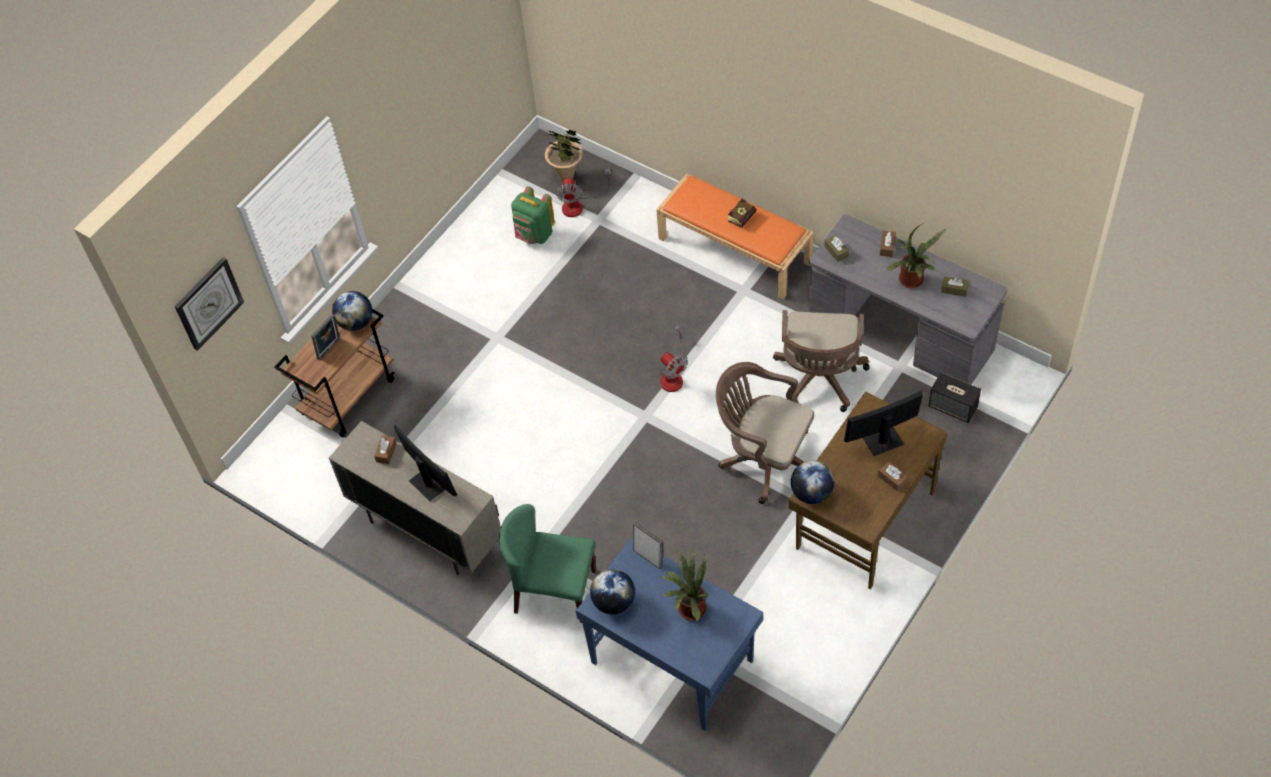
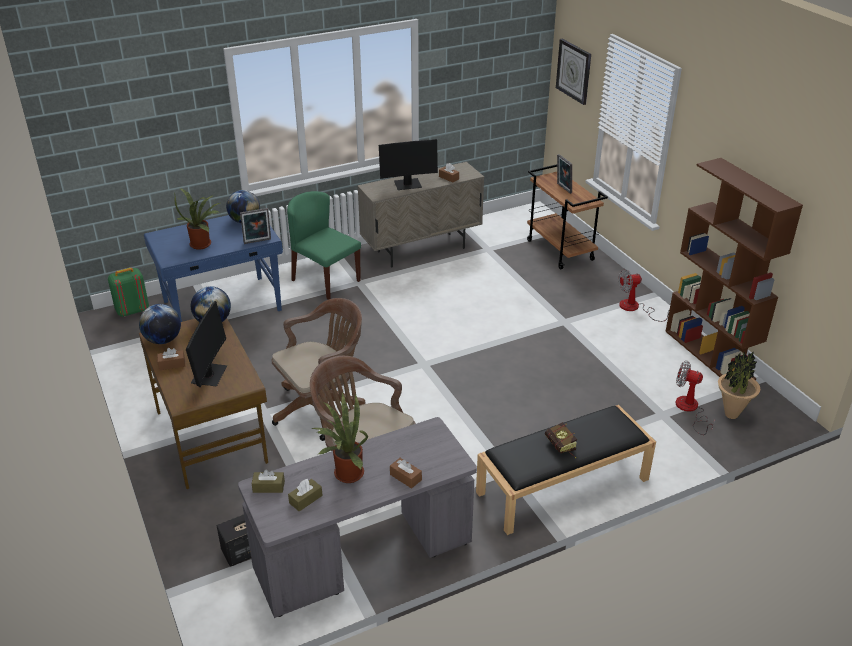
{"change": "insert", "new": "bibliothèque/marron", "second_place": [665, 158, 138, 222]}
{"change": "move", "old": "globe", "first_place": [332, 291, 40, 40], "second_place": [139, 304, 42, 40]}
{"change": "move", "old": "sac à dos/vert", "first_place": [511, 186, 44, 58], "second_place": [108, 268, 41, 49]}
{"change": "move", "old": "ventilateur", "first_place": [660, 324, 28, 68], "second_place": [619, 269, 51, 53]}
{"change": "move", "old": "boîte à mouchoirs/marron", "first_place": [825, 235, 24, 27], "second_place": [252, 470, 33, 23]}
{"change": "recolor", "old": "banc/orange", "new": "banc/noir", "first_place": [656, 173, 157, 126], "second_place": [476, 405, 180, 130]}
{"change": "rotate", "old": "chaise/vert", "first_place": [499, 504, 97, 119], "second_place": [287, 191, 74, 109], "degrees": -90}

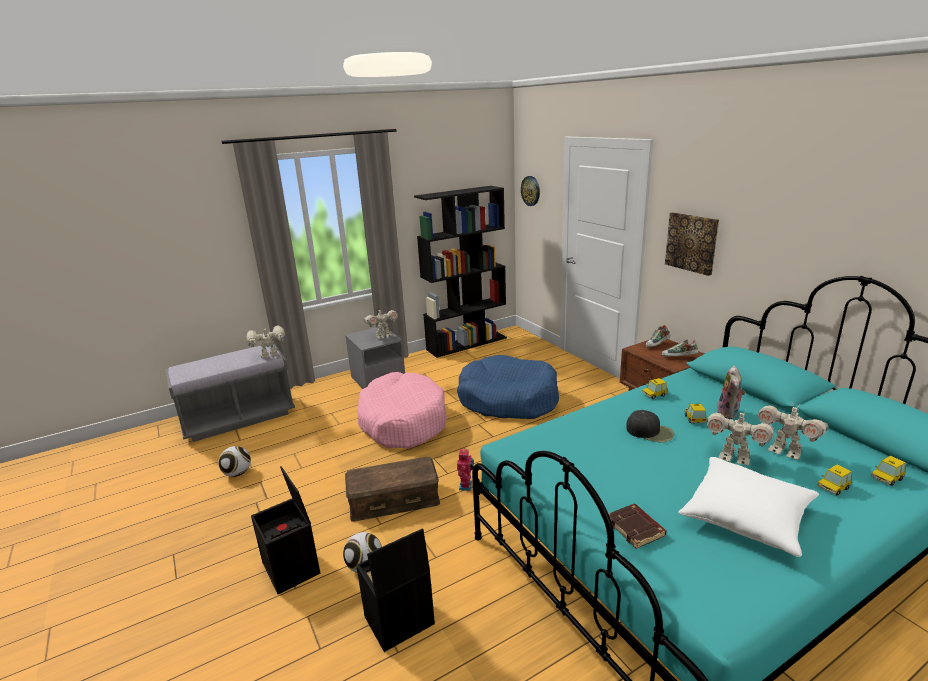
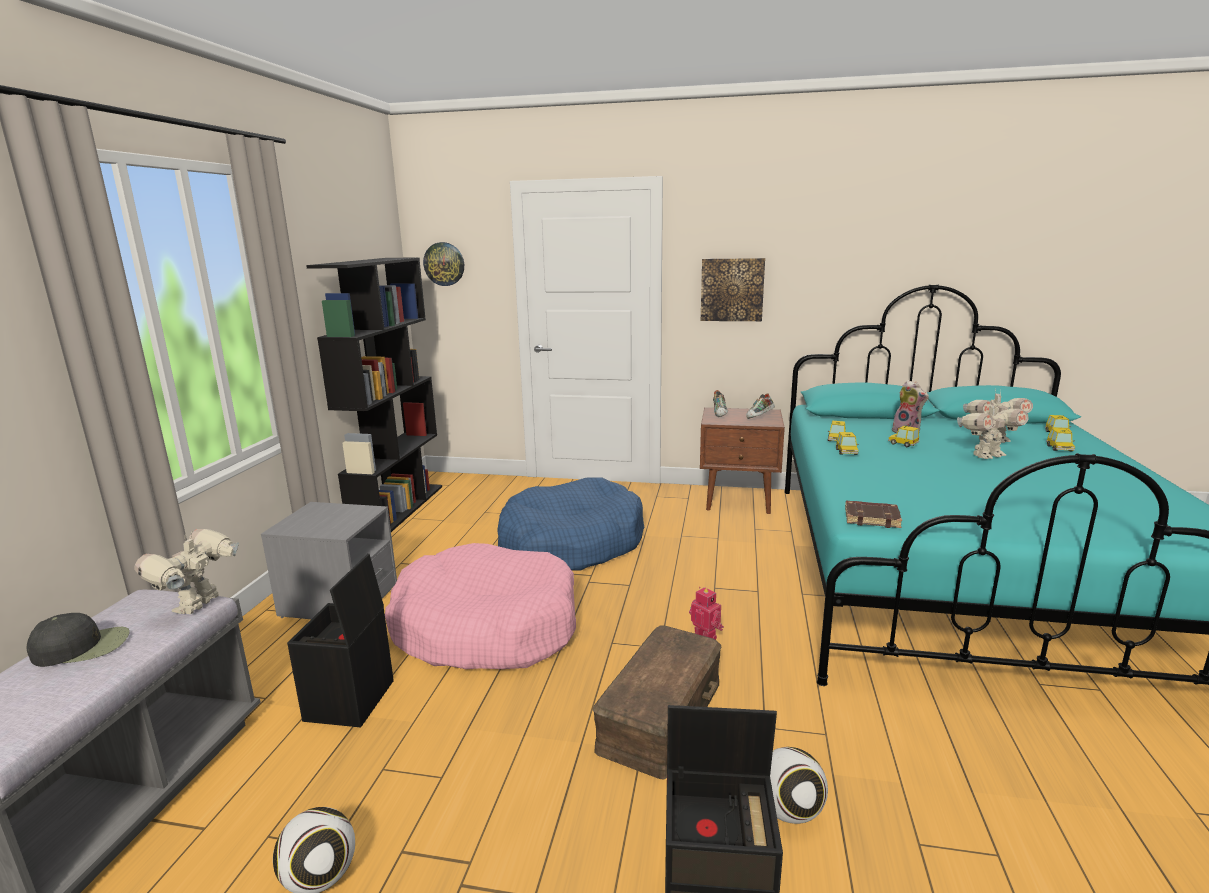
{"change": "delete", "old": "robot jouet", "first_place": [364, 310, 34, 29]}
{"change": "delete", "old": "coussin/blanc", "first_place": [678, 457, 141, 100]}
{"change": "insert", "new": "petite voiture", "second_place": [836, 432, 23, 23]}
{"change": "move", "old": "boîte de rangement/noir", "first_place": [356, 528, 79, 124], "second_place": [287, 554, 107, 173]}
{"change": "move", "old": "livre/marron", "first_place": [608, 504, 59, 45], "second_place": [845, 501, 57, 27]}
{"change": "move", "old": "casquette/noir", "first_place": [626, 410, 48, 33], "second_place": [26, 613, 104, 54]}

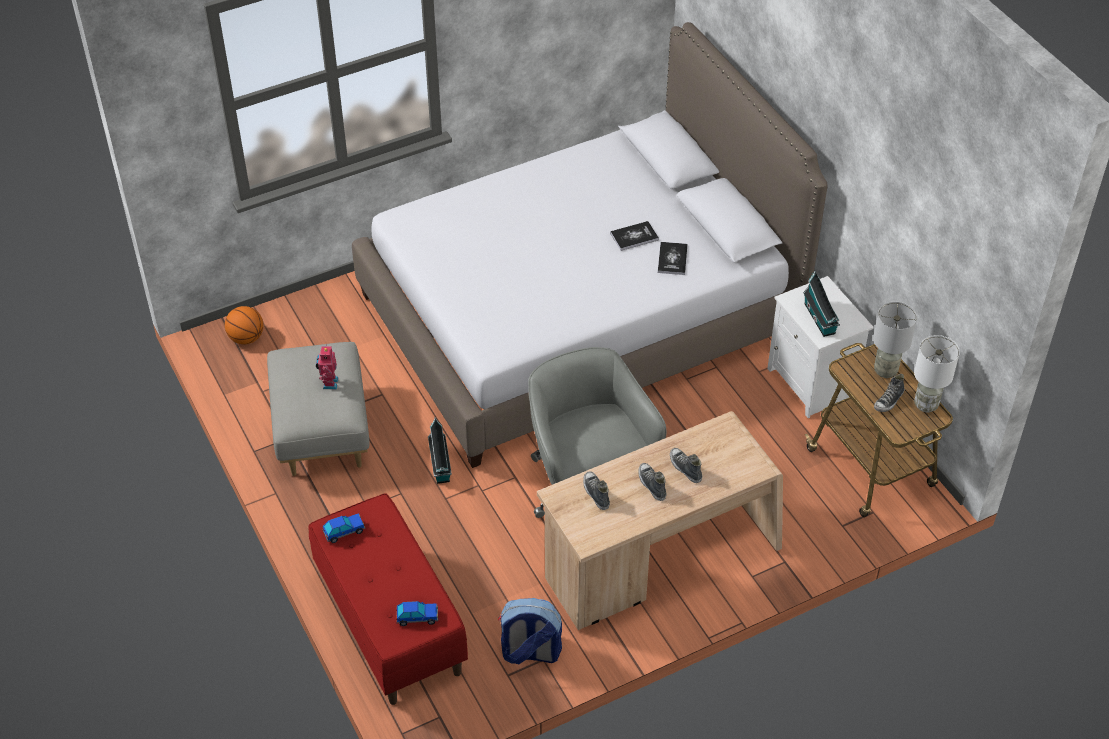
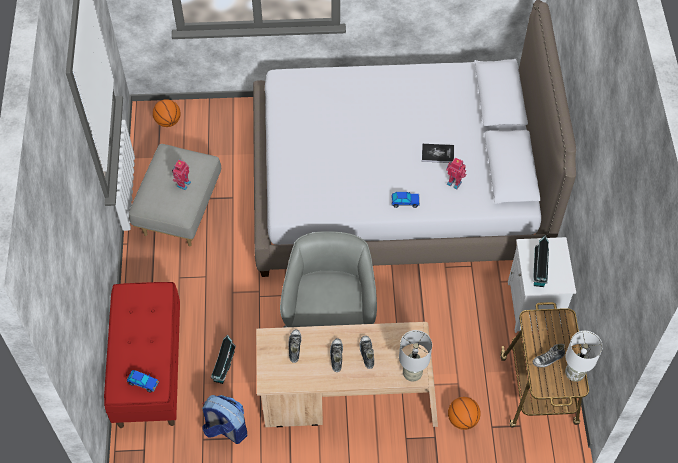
{"change": "insert", "new": "ballon de basket", "second_place": [448, 397, 33, 33]}
{"change": "move", "old": "petite voiture", "first_place": [322, 514, 43, 29], "second_place": [391, 192, 29, 16]}
{"change": "move", "old": "maison miniature", "first_place": [428, 417, 24, 67], "second_place": [211, 334, 25, 50]}
{"change": "move", "old": "lampe de table/gris", "first_place": [873, 302, 44, 76], "second_place": [399, 330, 33, 52]}
{"change": "replace", "old": "livre", "new": "robot jouet", "first_place": [658, 242, 29, 33], "second_place": [446, 157, 20, 32]}

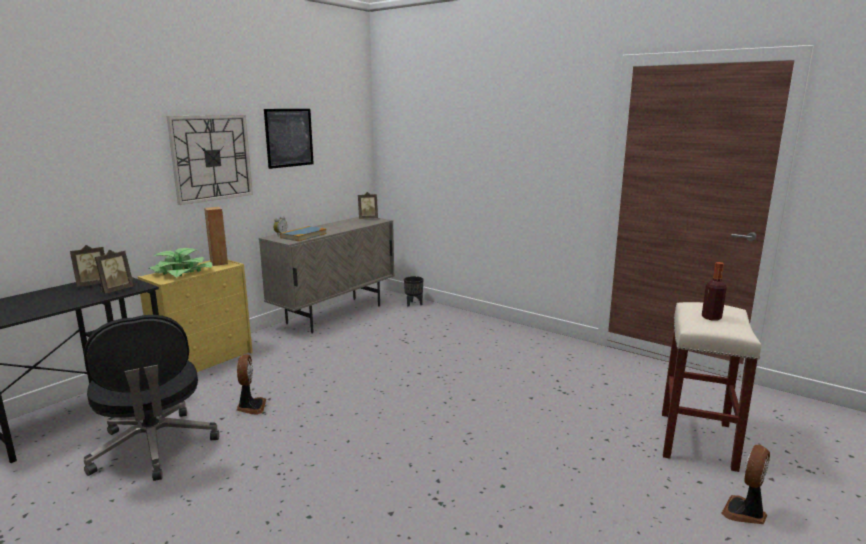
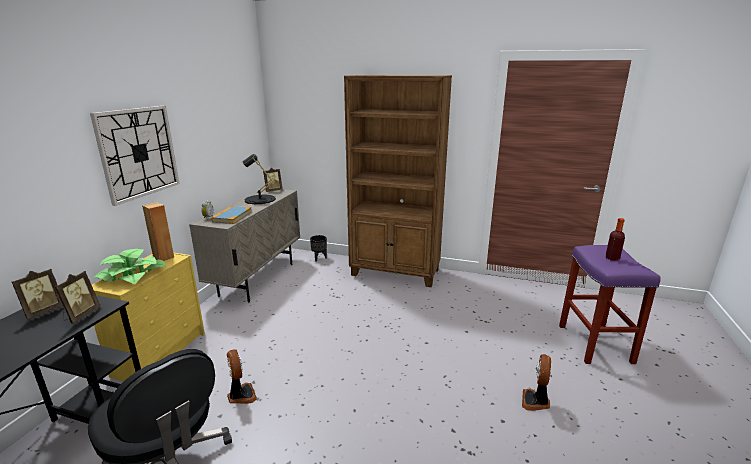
{"change": "delete", "old": "tableau", "first_place": [264, 109, 50, 60]}
{"change": "insert", "new": "lampe de table/noir", "second_place": [243, 154, 33, 50]}
{"change": "insert", "new": "bibliothèque/marron", "second_place": [344, 75, 108, 212]}
{"change": "move", "old": "ventilateur", "first_place": [721, 445, 49, 79], "second_place": [522, 354, 29, 57]}
{"change": "recolor", "old": "tabouret/beige", "new": "tabouret/violet", "first_place": [662, 302, 99, 170], "second_place": [559, 245, 102, 119]}

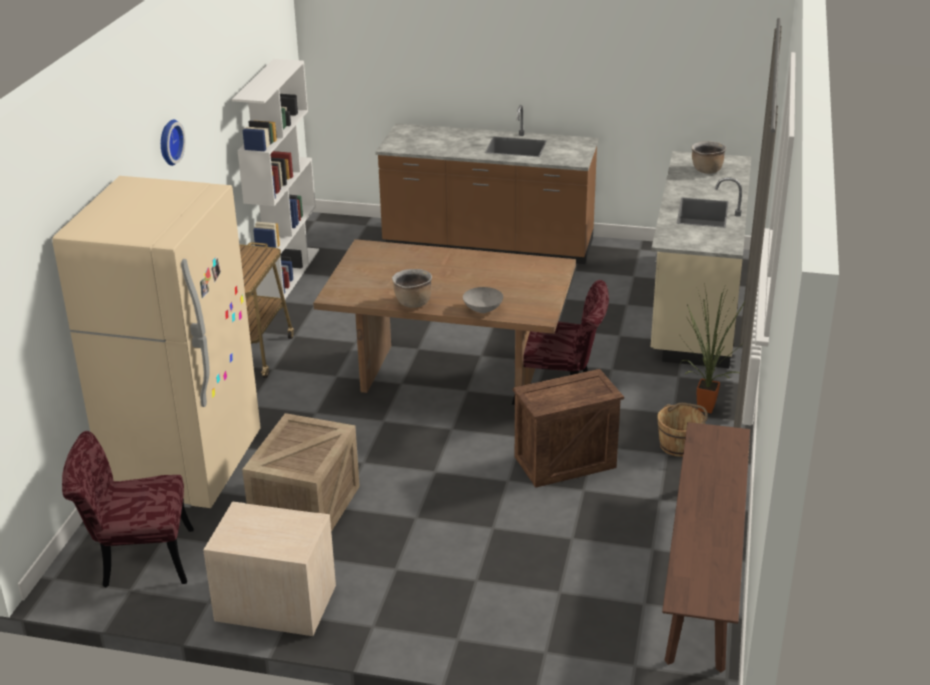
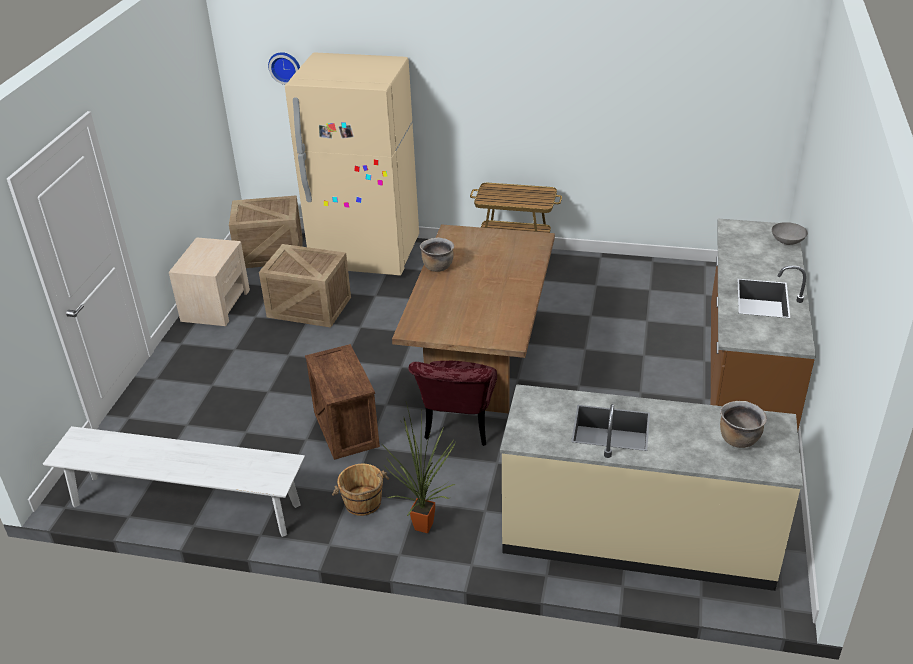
{"change": "delete", "old": "bibliothèque/blanc", "first_place": [232, 59, 87, 240]}
{"change": "move", "old": "horloge murale", "first_place": [161, 120, 25, 46], "second_place": [268, 52, 32, 33]}
{"change": "move", "old": "bol/gris", "first_place": [463, 287, 40, 26], "second_place": [772, 222, 36, 23]}
{"change": "replace", "old": "chaise/rouge", "new": "caisse", "first_place": [62, 431, 132, 157], "second_place": [229, 195, 74, 73]}
{"change": "recolor", "old": "banc/marron", "new": "banc/blanc", "first_place": [662, 422, 88, 251], "second_place": [43, 426, 262, 111]}

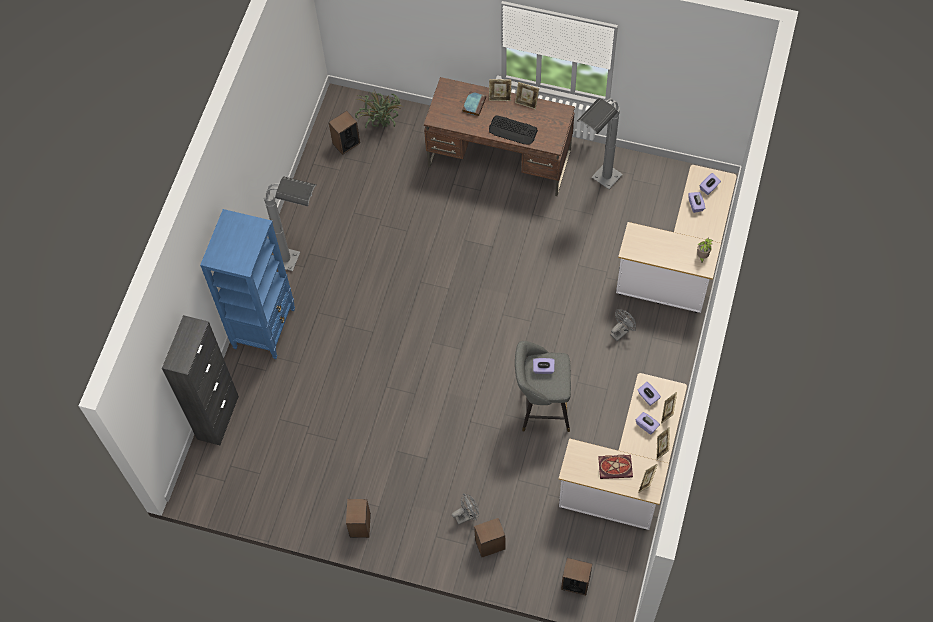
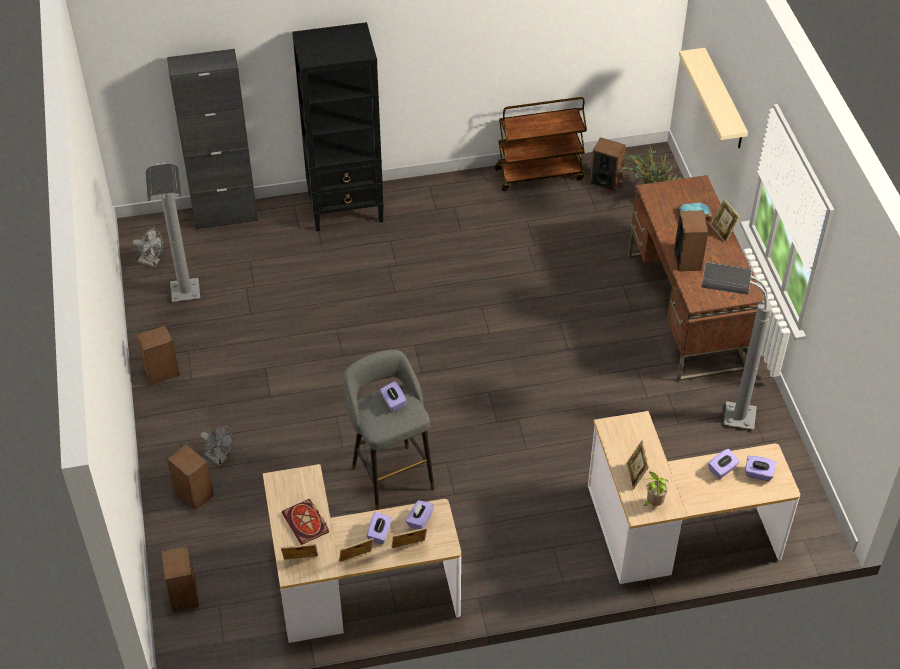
{"change": "insert", "new": "chariot/marron", "second_place": [495, 97, 92, 94]}
{"change": "insert", "new": "étagère/beige", "second_place": [679, 48, 69, 101]}
{"change": "move", "old": "lampadaire/gris", "first_place": [264, 176, 52, 95], "second_place": [145, 162, 55, 140]}
{"change": "move", "old": "cadre photo", "first_place": [515, 82, 24, 27], "second_place": [626, 440, 23, 49]}
{"change": "move", "old": "ventilateur/gris", "first_place": [611, 309, 25, 32], "second_place": [133, 228, 30, 39]}
{"change": "replace", "old": "clavier", "new": "enceinte", "first_place": [489, 115, 49, 30], "second_place": [674, 211, 34, 60]}
{"change": "recolor", "old": "bibliothèque/bleu", "new": "bibliothèque/noir", "first_place": [200, 209, 95, 150], "second_place": [292, 22, 92, 209]}

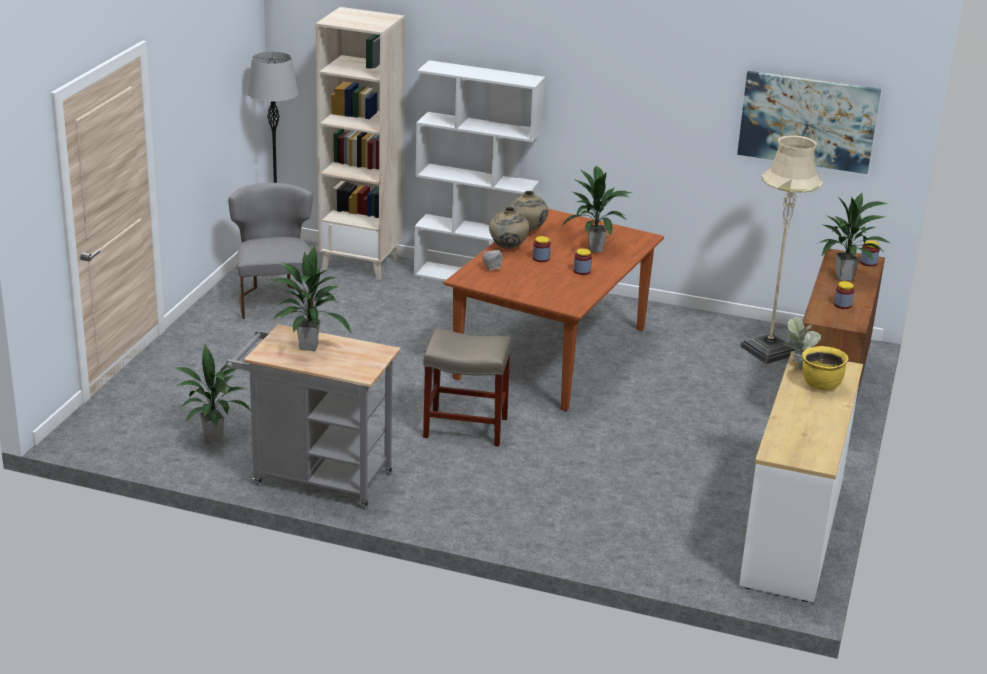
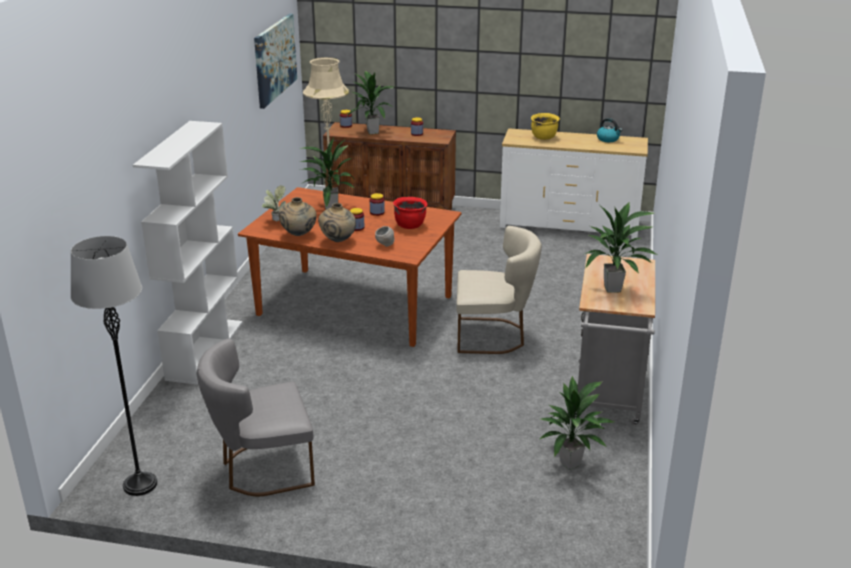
{"change": "delete", "old": "bibliothèque/beige", "first_place": [316, 7, 89, 273]}
{"change": "insert", "new": "marmite/rouge", "second_place": [393, 197, 35, 32]}
{"change": "insert", "new": "bouilloire", "second_place": [597, 118, 25, 24]}
{"change": "move", "old": "plante en pot", "first_place": [783, 317, 38, 53], "second_place": [262, 185, 24, 36]}
{"change": "replace", "old": "tabouret/beige", "new": "chaise/beige", "first_place": [423, 329, 89, 117], "second_place": [456, 226, 86, 128]}

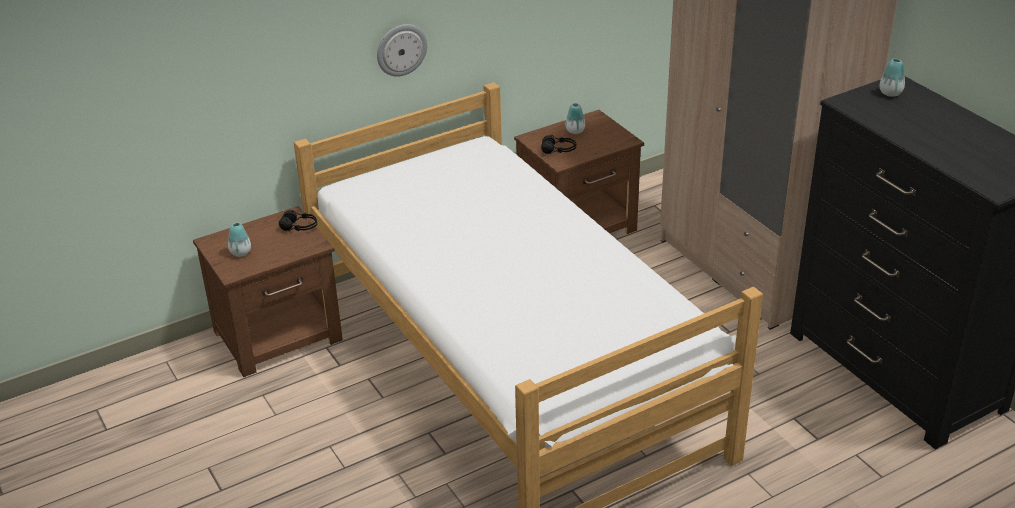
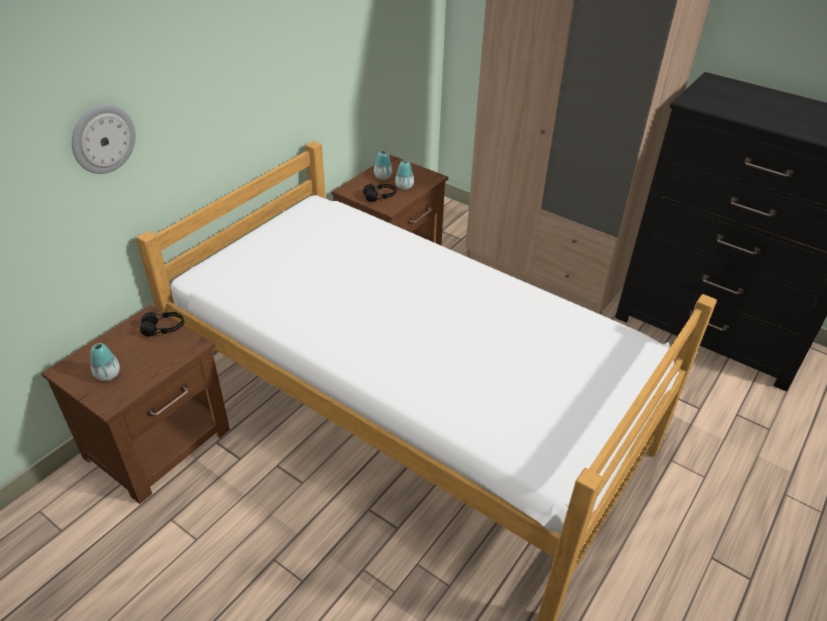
{"change": "move", "old": "horloge murale", "first_place": [377, 24, 50, 53], "second_place": [72, 104, 64, 70]}
{"change": "move", "old": "vase", "first_place": [879, 58, 26, 39], "second_place": [395, 161, 19, 29]}

